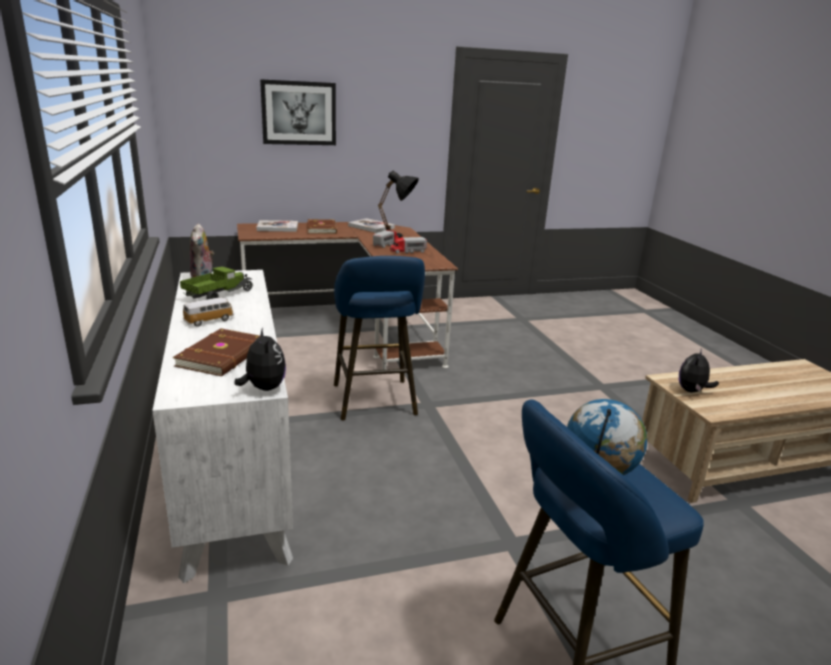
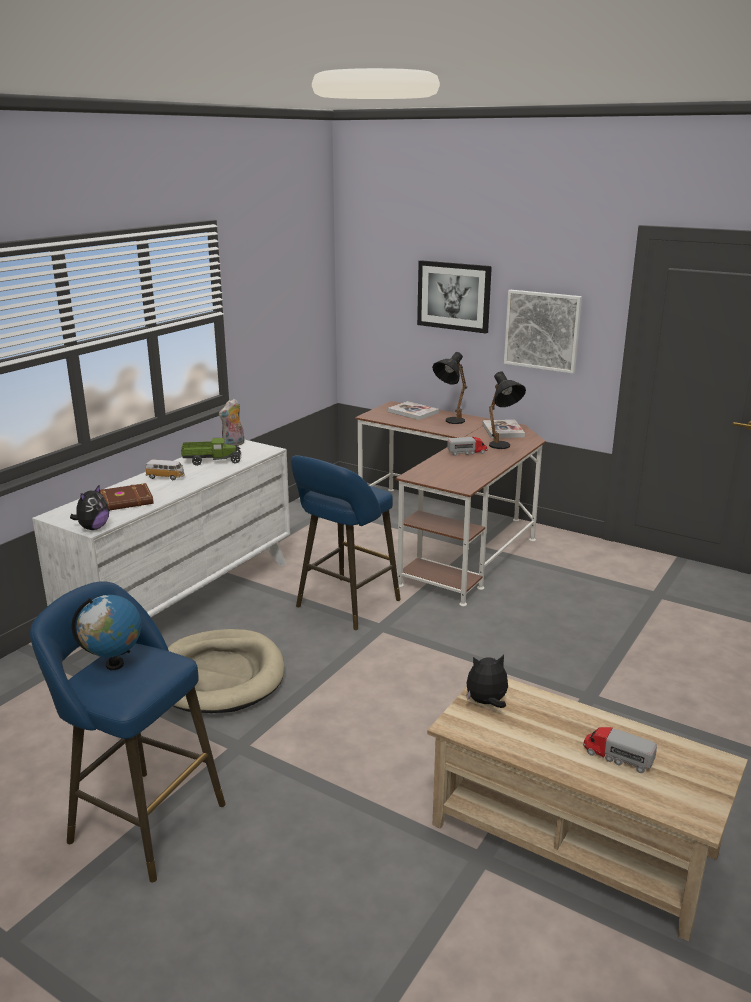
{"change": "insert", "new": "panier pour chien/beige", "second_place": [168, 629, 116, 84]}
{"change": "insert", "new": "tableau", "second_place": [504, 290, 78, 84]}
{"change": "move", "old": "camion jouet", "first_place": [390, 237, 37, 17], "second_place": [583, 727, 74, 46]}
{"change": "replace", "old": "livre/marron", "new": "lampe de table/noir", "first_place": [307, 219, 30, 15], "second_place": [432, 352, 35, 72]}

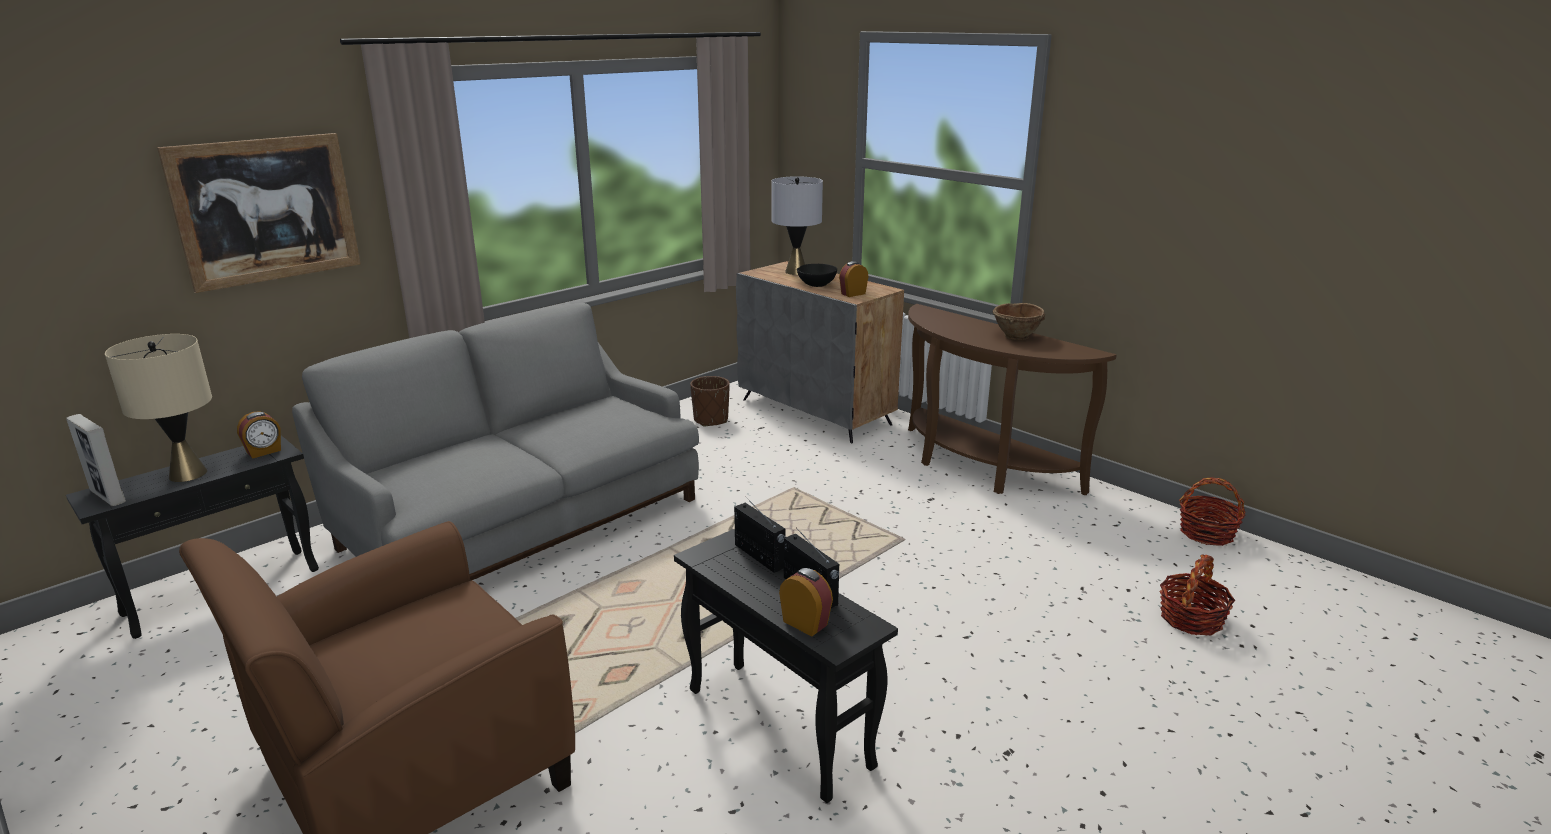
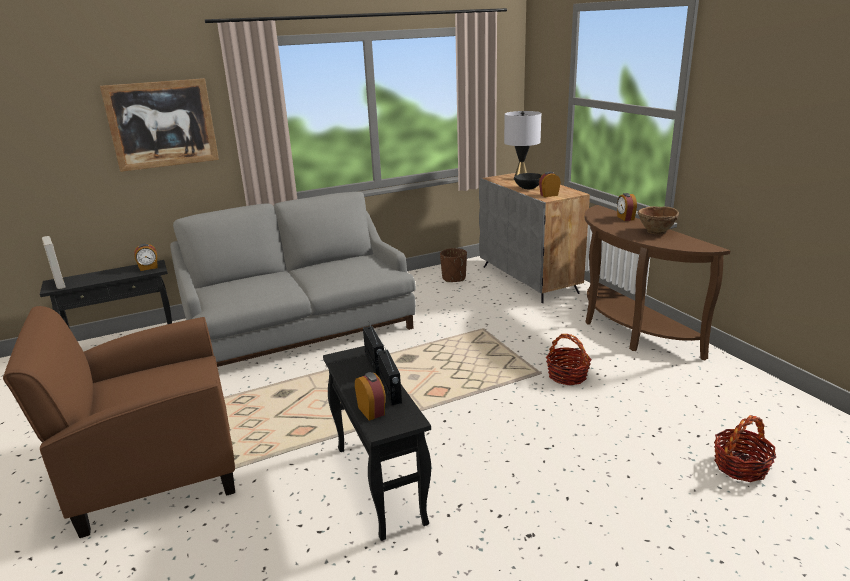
{"change": "delete", "old": "lampe de table/beige", "first_place": [105, 334, 107, 148]}
{"change": "insert", "new": "réveil", "second_place": [617, 193, 20, 28]}
{"change": "move", "old": "panier", "first_place": [1179, 477, 67, 69], "second_place": [546, 334, 46, 51]}

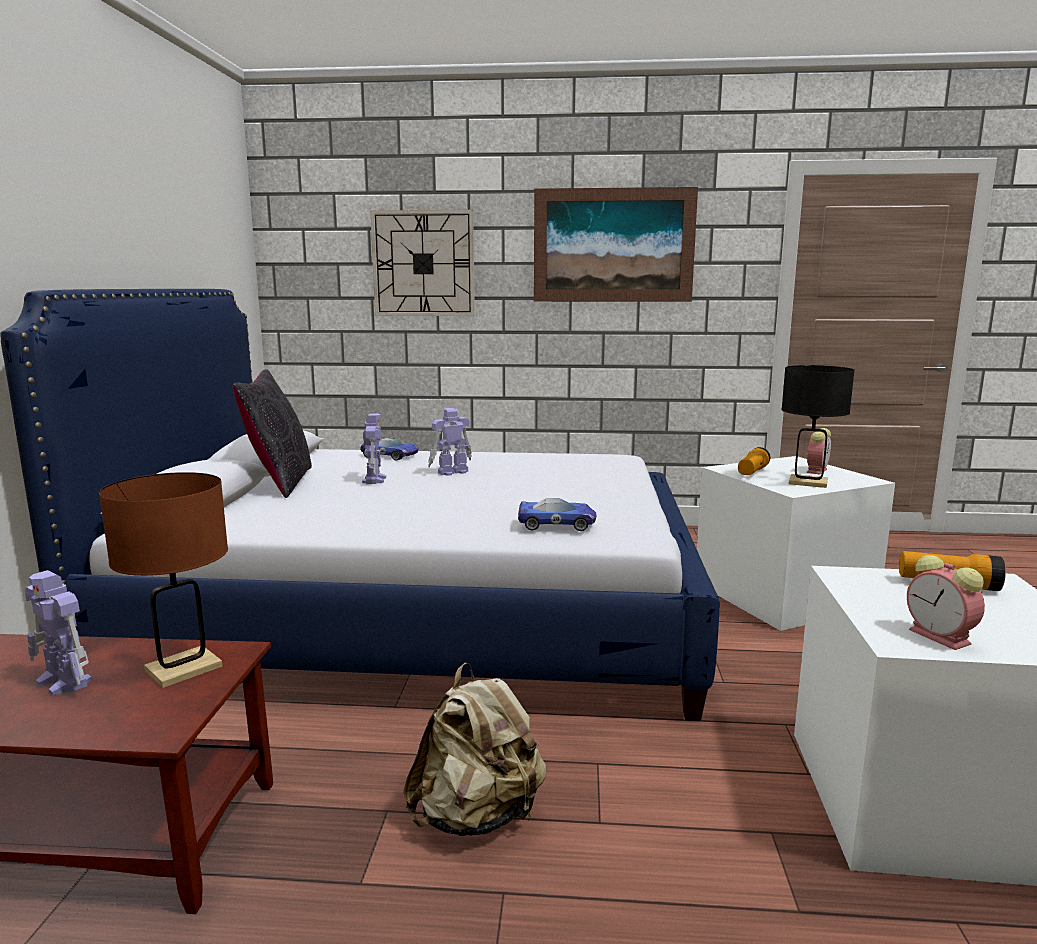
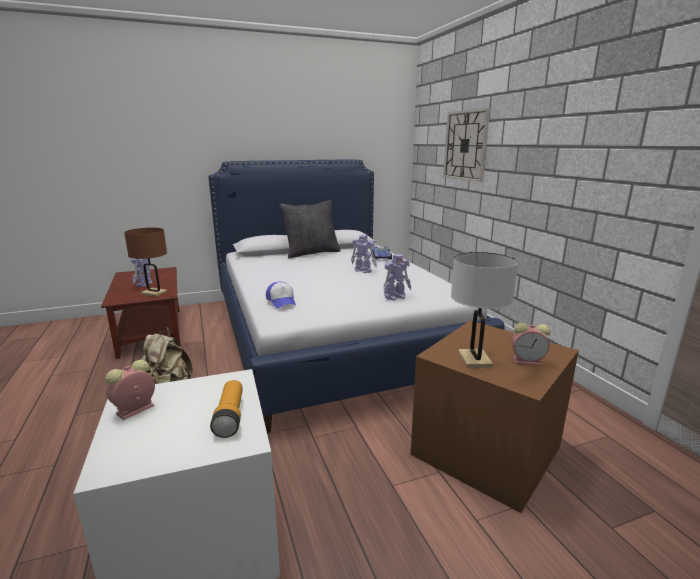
{"change": "delete", "old": "tableau", "first_place": [534, 187, 164, 115]}
{"change": "delete", "old": "lampe de poche", "first_place": [738, 447, 32, 28]}
{"change": "move", "old": "robot jouet", "first_place": [362, 414, 24, 70], "second_place": [383, 254, 28, 47]}
{"change": "replace", "old": "petite voiture", "new": "casquette", "first_place": [518, 498, 79, 33], "second_place": [266, 282, 30, 26]}
{"change": "recolor", "old": "boîte de rangement/blanc", "new": "boîte de rangement/marron", "first_place": [697, 456, 198, 175], "second_place": [411, 321, 168, 192]}
{"change": "recolor", "old": "lampe de table/noir", "new": "lampe de table/blanc", "first_place": [781, 365, 74, 123], "second_place": [451, 252, 67, 116]}

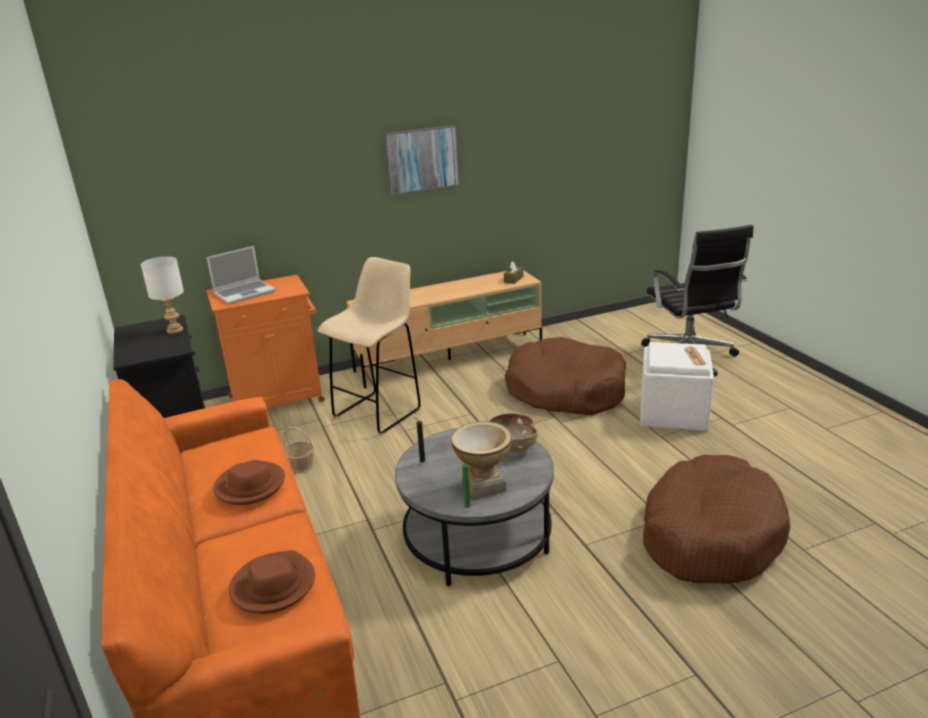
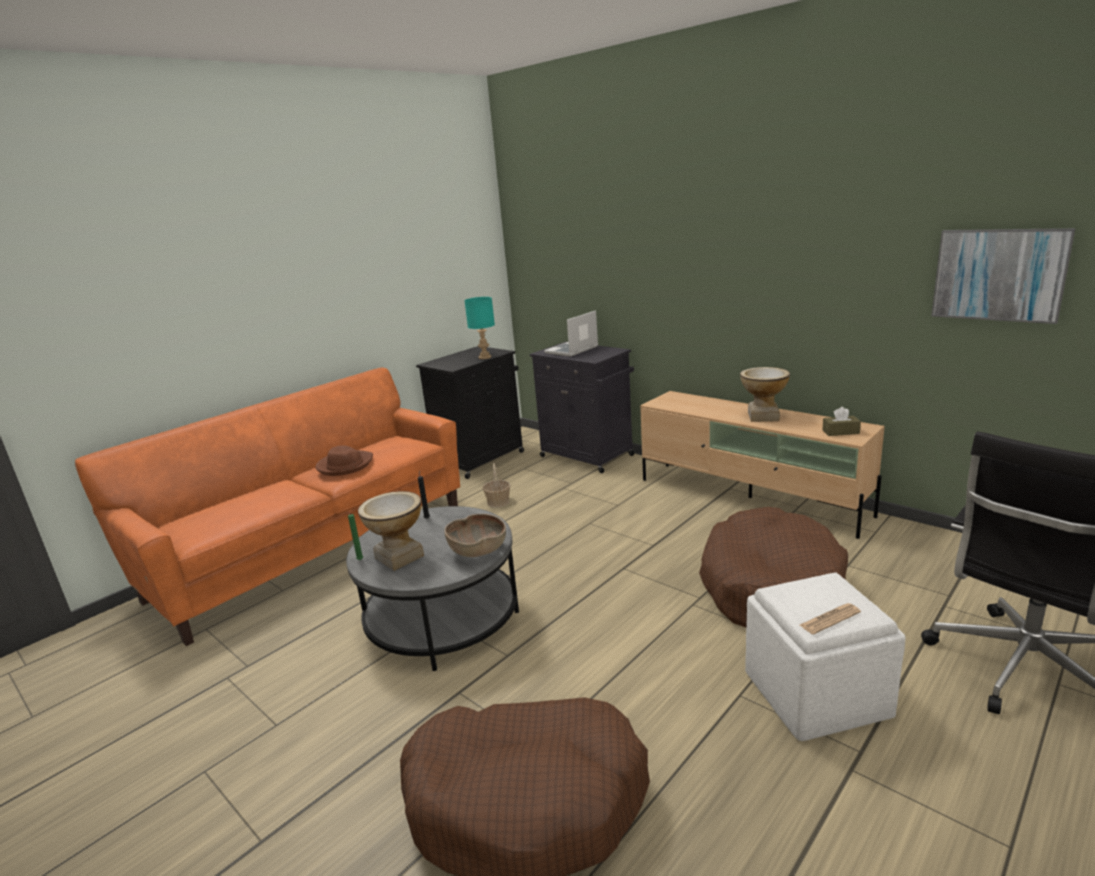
{"change": "delete", "old": "chapeau/marron", "first_place": [229, 550, 86, 64]}
{"change": "delete", "old": "tabouret/beige", "first_place": [318, 257, 103, 179]}
{"change": "insert", "new": "vase", "second_place": [740, 367, 50, 55]}
{"change": "move", "old": "tableau", "first_place": [384, 125, 75, 70], "second_place": [931, 228, 145, 96]}
{"change": "recolor", "old": "lampe de table/blanc", "new": "lampe de table/turquoise", "first_place": [141, 257, 43, 77], "second_place": [464, 297, 31, 62]}
{"change": "recolor", "old": "meuble de rangement/orange", "new": "meuble de rangement/noir", "first_place": [206, 275, 119, 133], "second_place": [530, 342, 104, 131]}
{"change": "rotate", "old": "ordinateur portable", "first_place": [207, 246, 68, 58], "second_place": [544, 310, 54, 47], "degrees": 105}

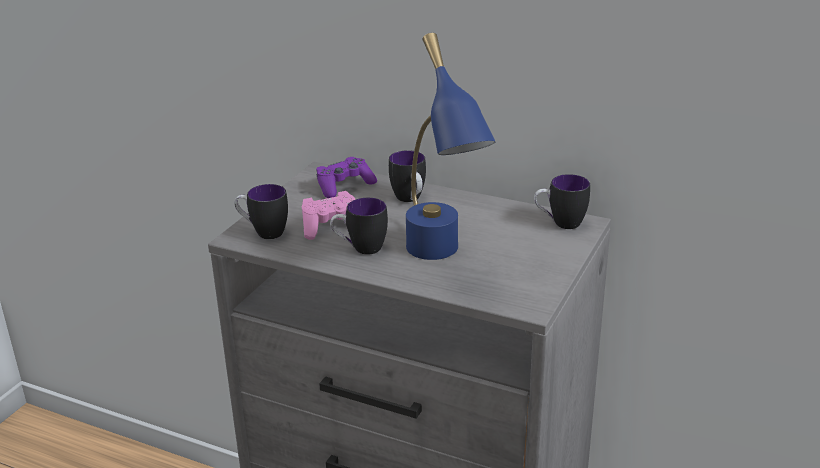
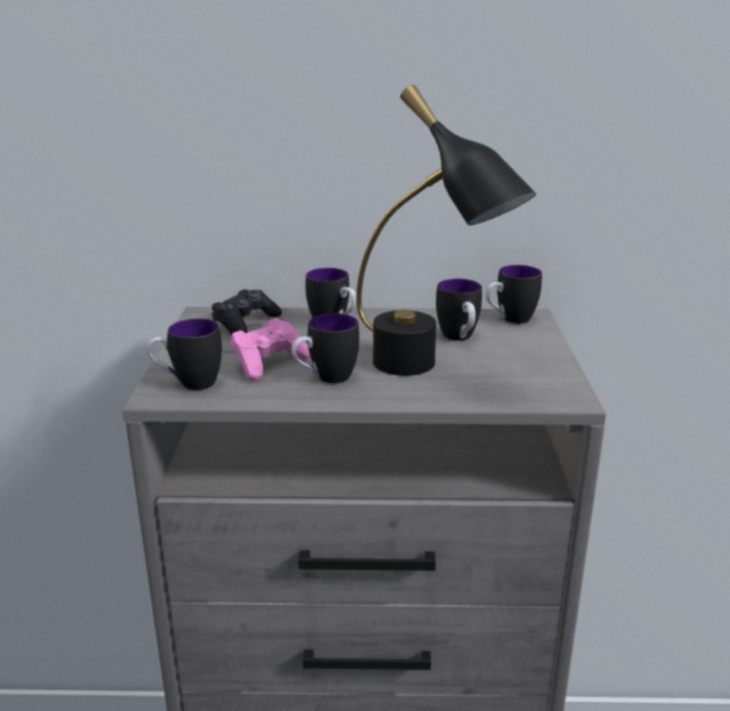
{"change": "insert", "new": "mug", "second_place": [436, 279, 46, 62]}
{"change": "recolor", "old": "manette/violet", "new": "manette/noir", "first_place": [316, 157, 61, 41], "second_place": [211, 289, 71, 46]}
{"change": "recolor", "old": "lampe de table/bleu", "new": "lampe de table/noir", "first_place": [406, 33, 90, 227], "second_place": [356, 85, 180, 291]}

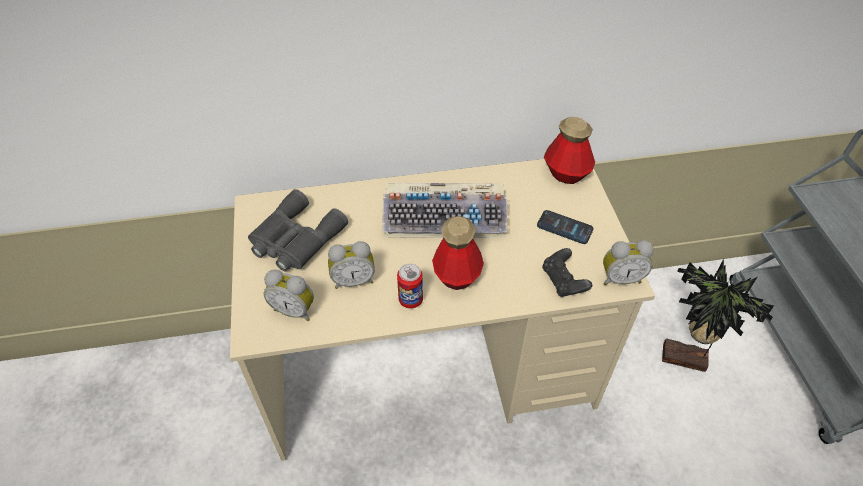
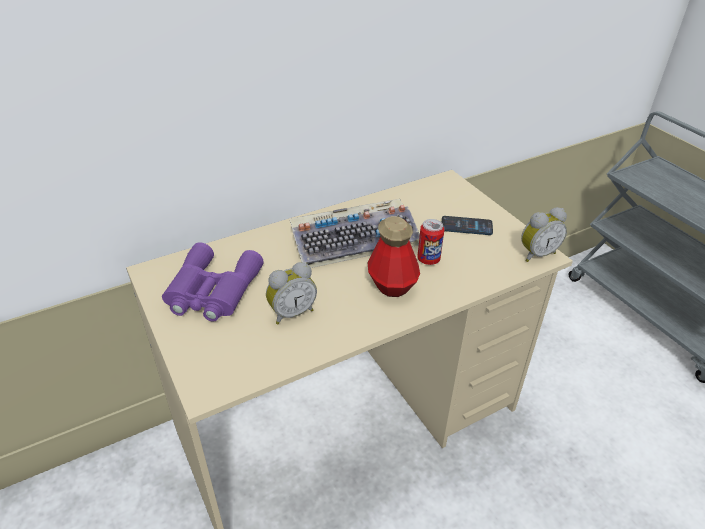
{"change": "delete", "old": "réveil", "first_place": [264, 270, 50, 51]}
{"change": "delete", "old": "manette/noir", "first_place": [542, 248, 50, 49]}
{"change": "delete", "old": "bouteille", "first_place": [544, 117, 51, 67]}
{"change": "delete", "old": "plante en pot", "first_place": [662, 259, 112, 113]}
{"change": "move", "old": "boîte métallique", "first_place": [397, 264, 26, 45], "second_place": [417, 219, 27, 46]}
{"change": "recolor", "old": "jumelles/gris", "new": "jumelles/violet", "first_place": [248, 189, 100, 82], "second_place": [162, 242, 102, 80]}

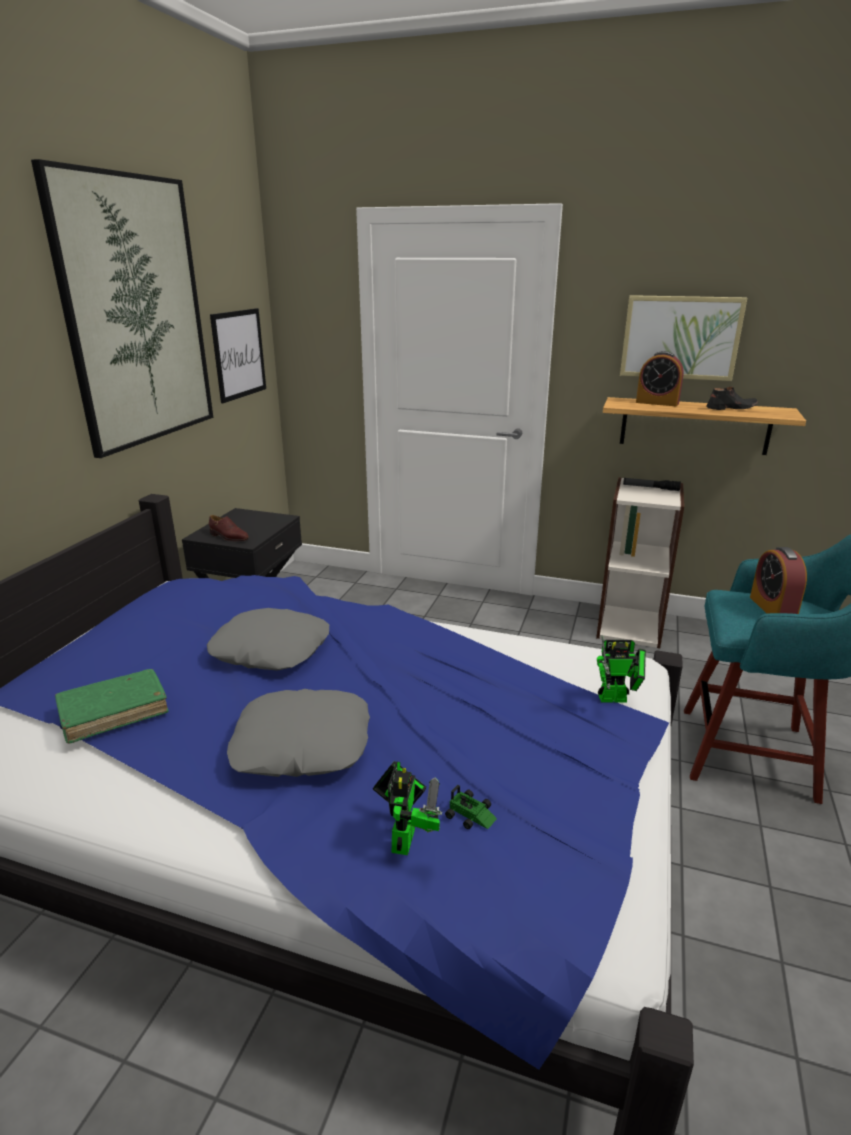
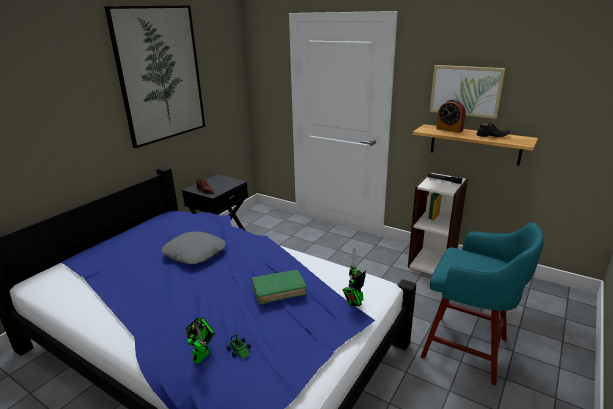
{"change": "delete", "old": "tableau", "first_place": [210, 308, 56, 95]}
{"change": "delete", "old": "coussin/gris", "first_place": [227, 689, 143, 88]}
{"change": "delete", "old": "réveil", "first_place": [750, 547, 57, 67]}
{"change": "move", "old": "livre/vert", "first_place": [55, 669, 114, 75], "second_place": [252, 270, 55, 35]}
{"change": "rotate", "old": "robot jouet", "first_place": [597, 635, 49, 68], "second_place": [343, 247, 23, 60], "degrees": 120}

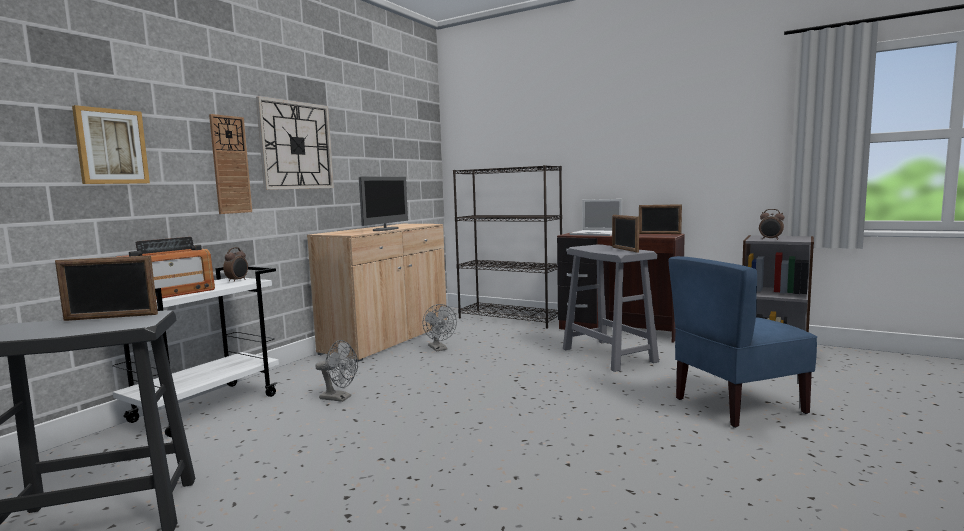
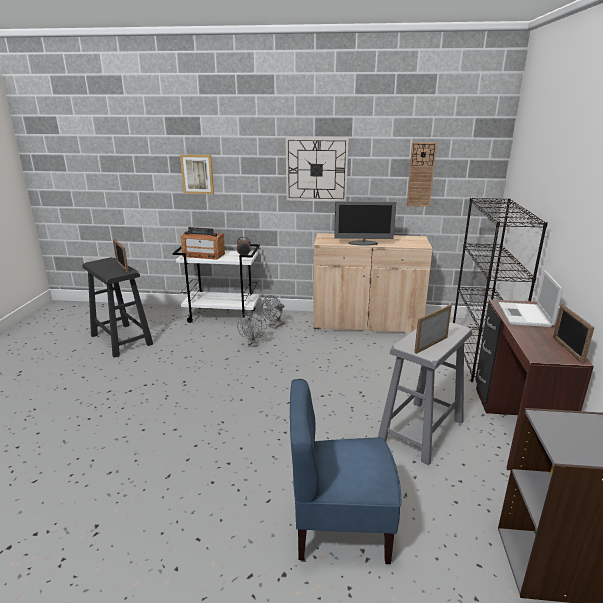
{"change": "delete", "old": "réveil", "first_place": [759, 209, 25, 31]}
{"change": "move", "old": "horloge murale", "first_place": [209, 114, 43, 100], "second_place": [407, 142, 30, 65]}
{"change": "move", "old": "ventilateur/gris", "first_place": [423, 304, 34, 47], "second_place": [262, 295, 23, 34]}
{"change": "rotate", "old": "chaise/bleu", "first_place": [668, 256, 149, 172], "second_place": [290, 379, 111, 185], "degrees": -45}

